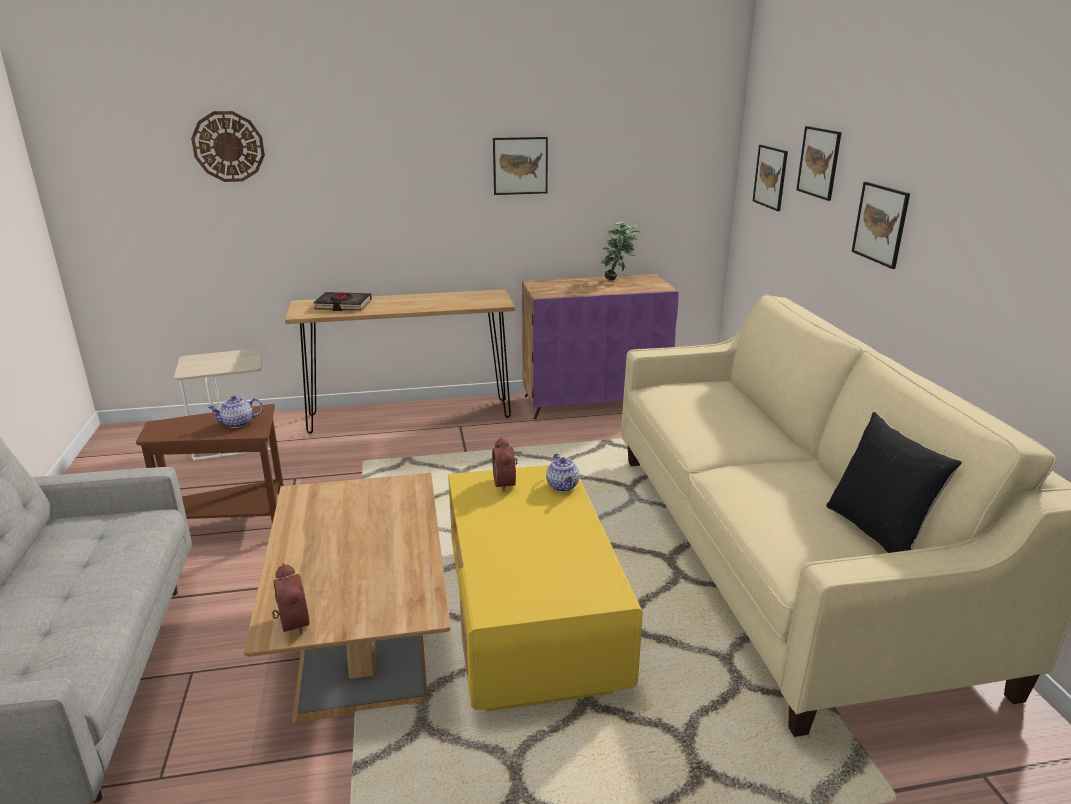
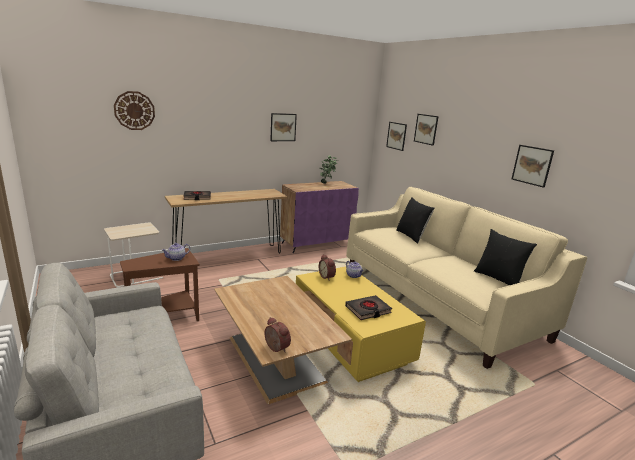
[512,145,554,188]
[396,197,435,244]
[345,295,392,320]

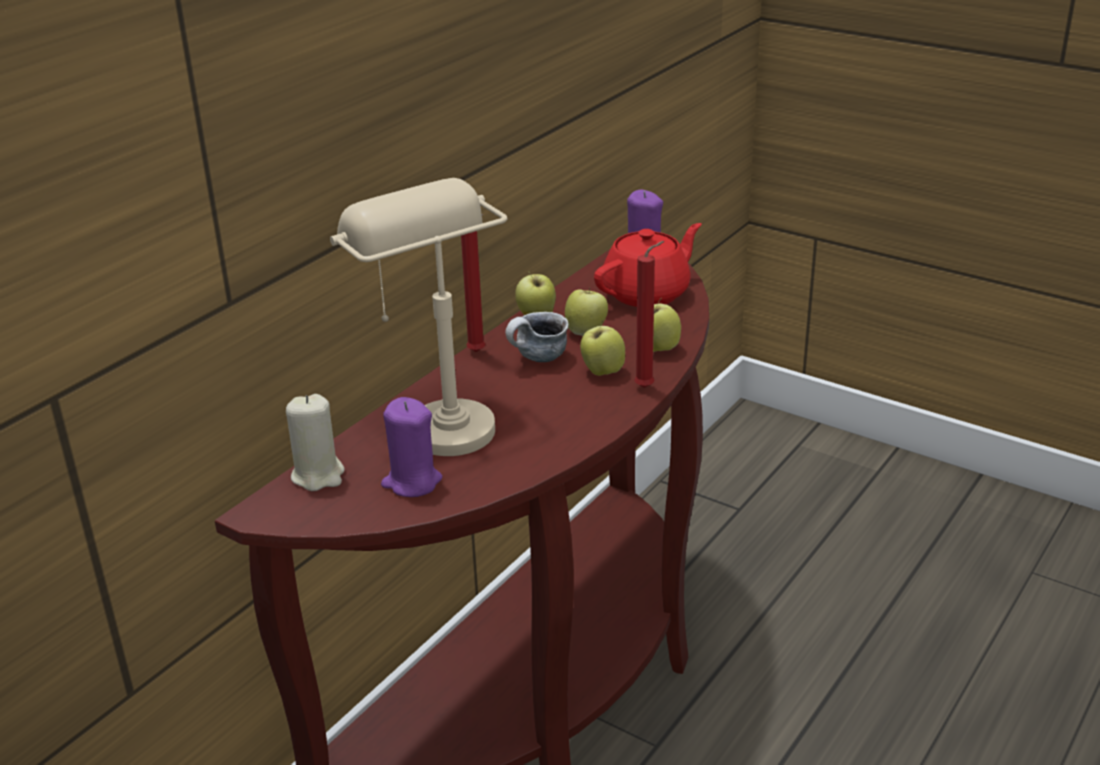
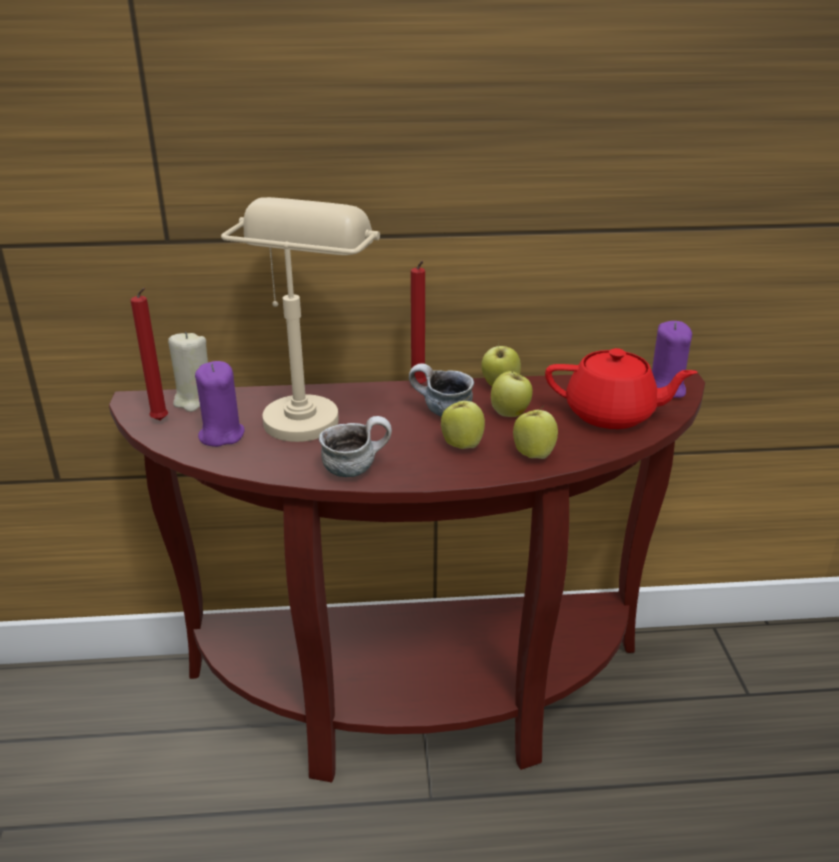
[131,288,168,420]
[319,416,392,477]

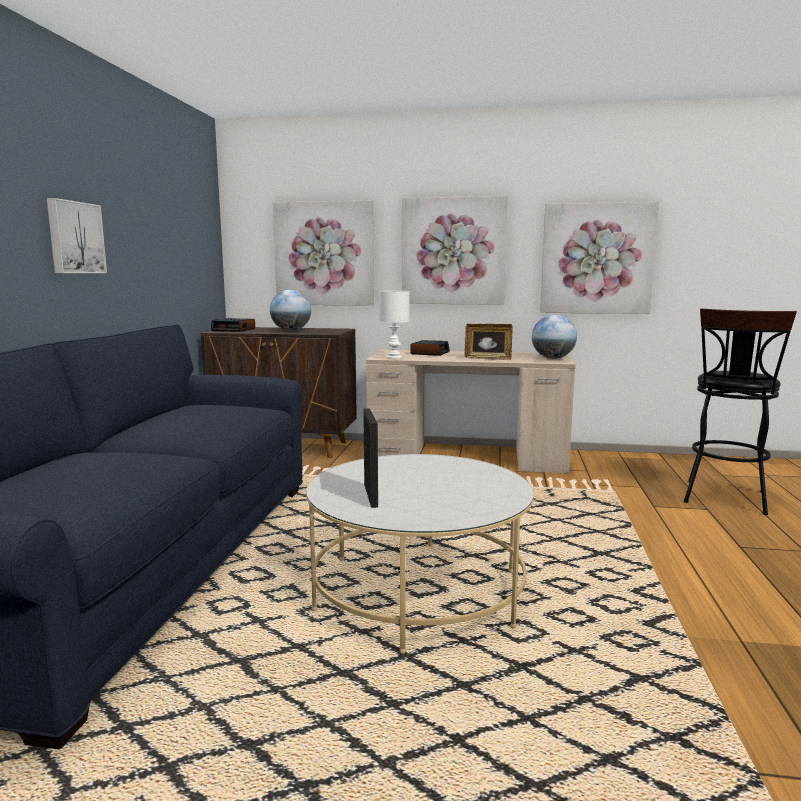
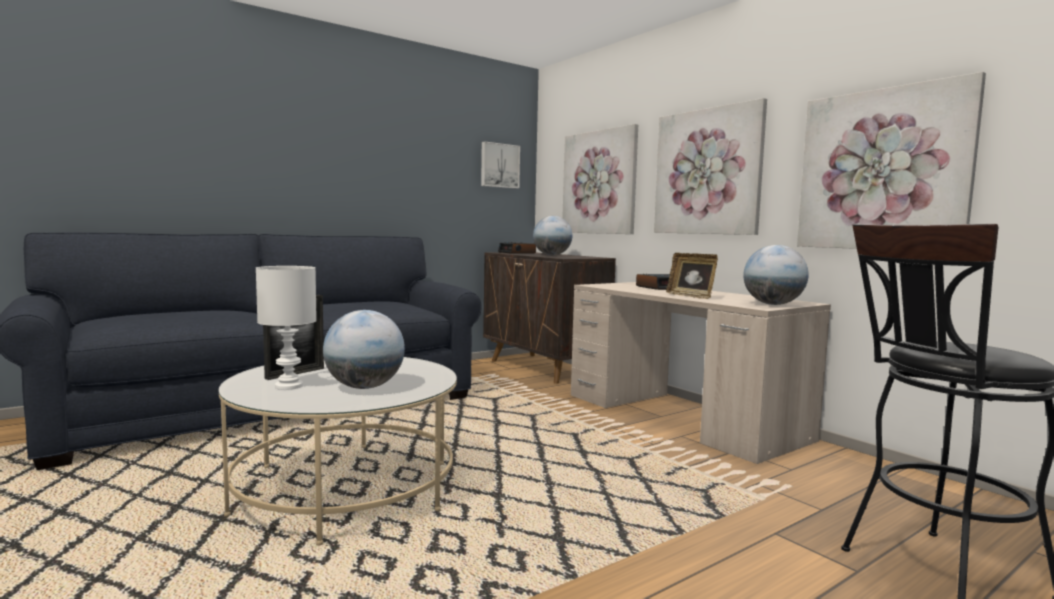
[481,141,520,189]
[256,266,317,390]
[323,310,405,389]

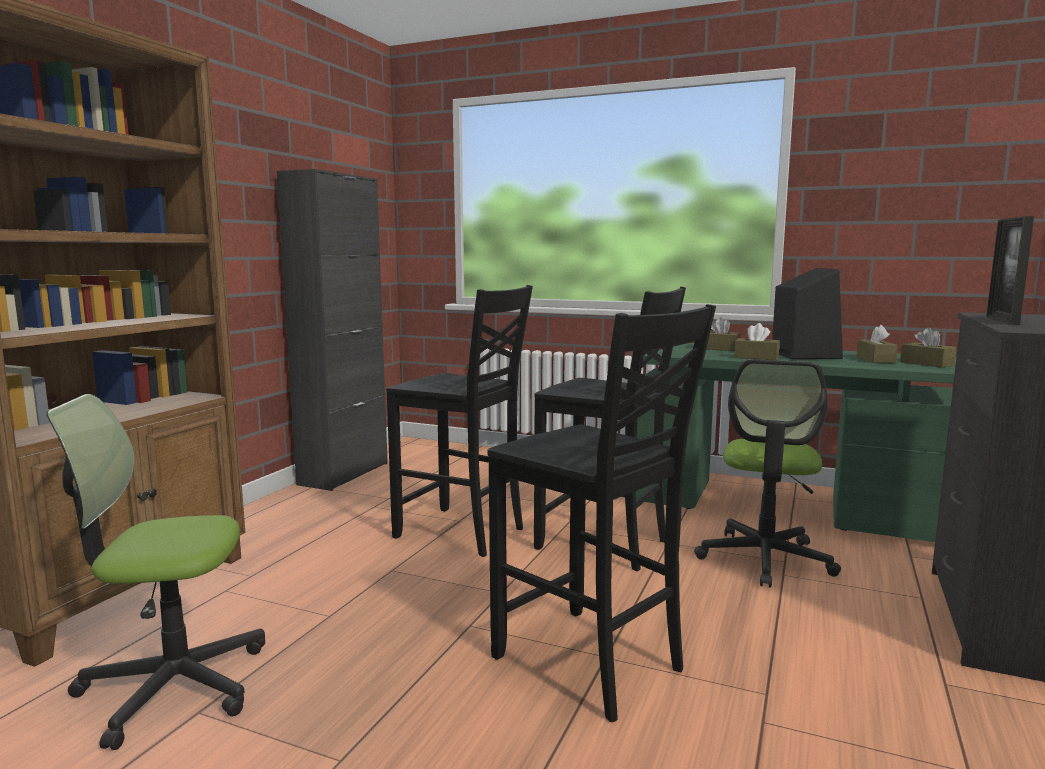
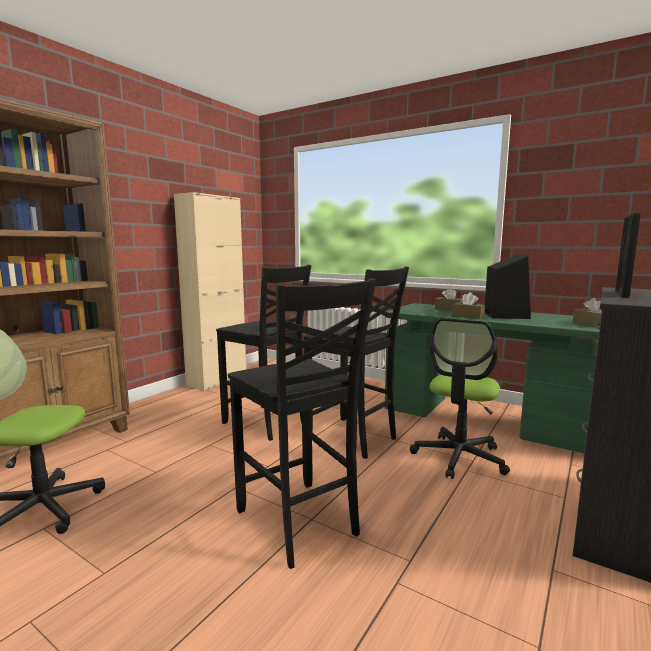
[174,192,246,390]
[857,325,898,363] (first image)

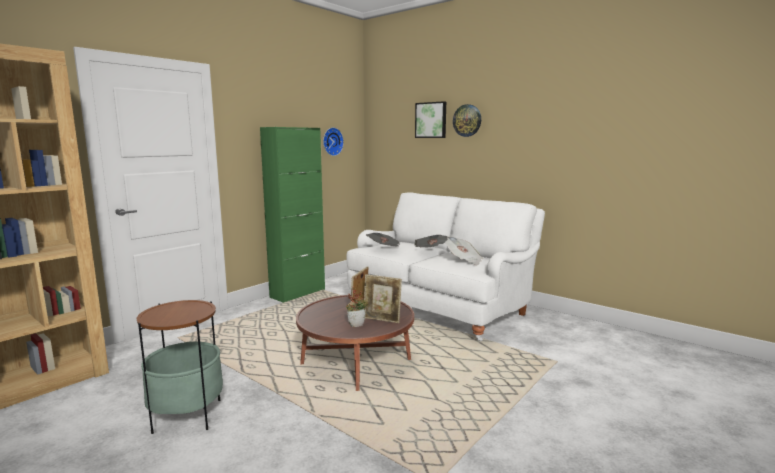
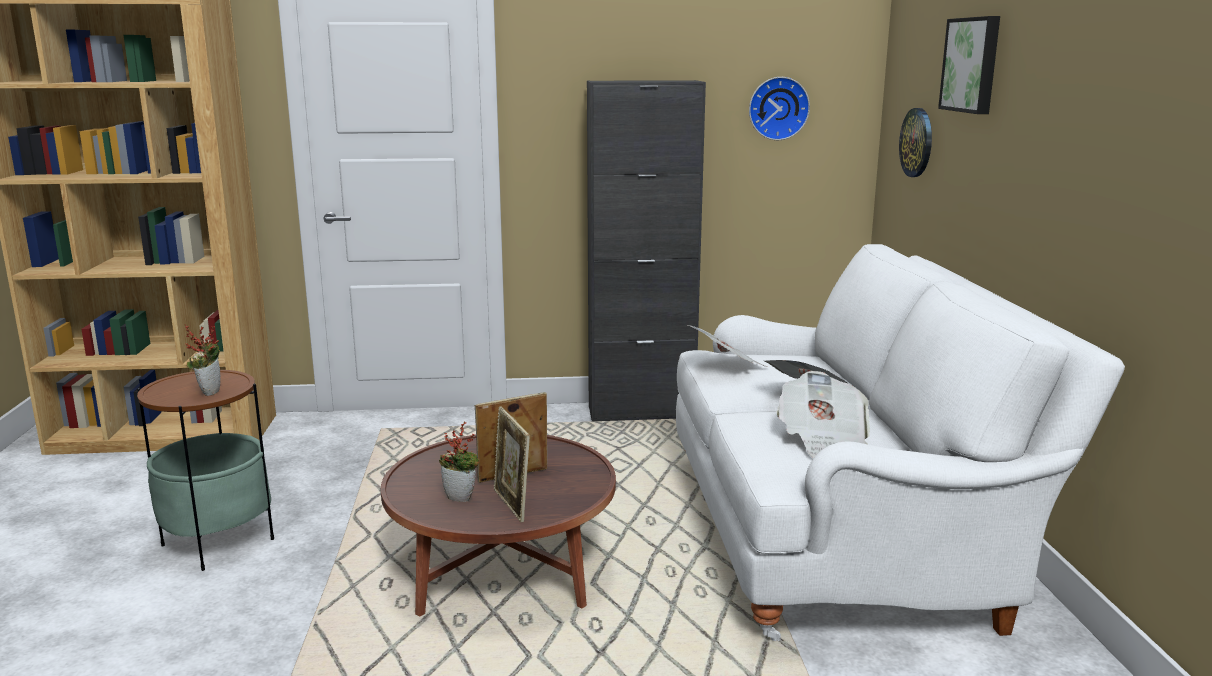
[899,108,932,177]
[587,80,706,421]
[184,324,220,396]

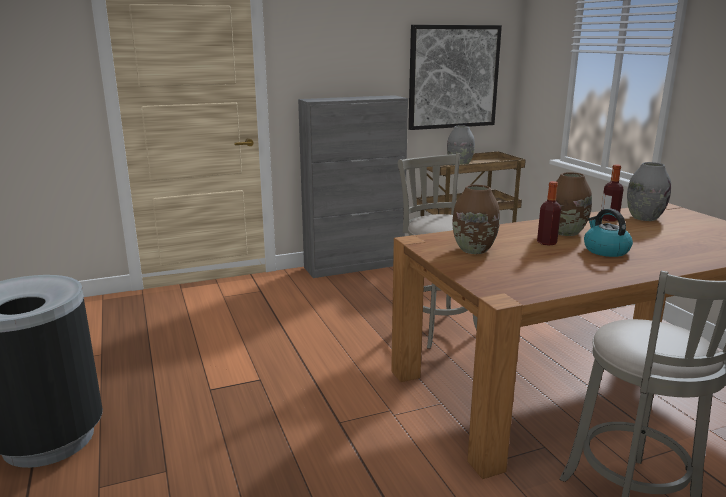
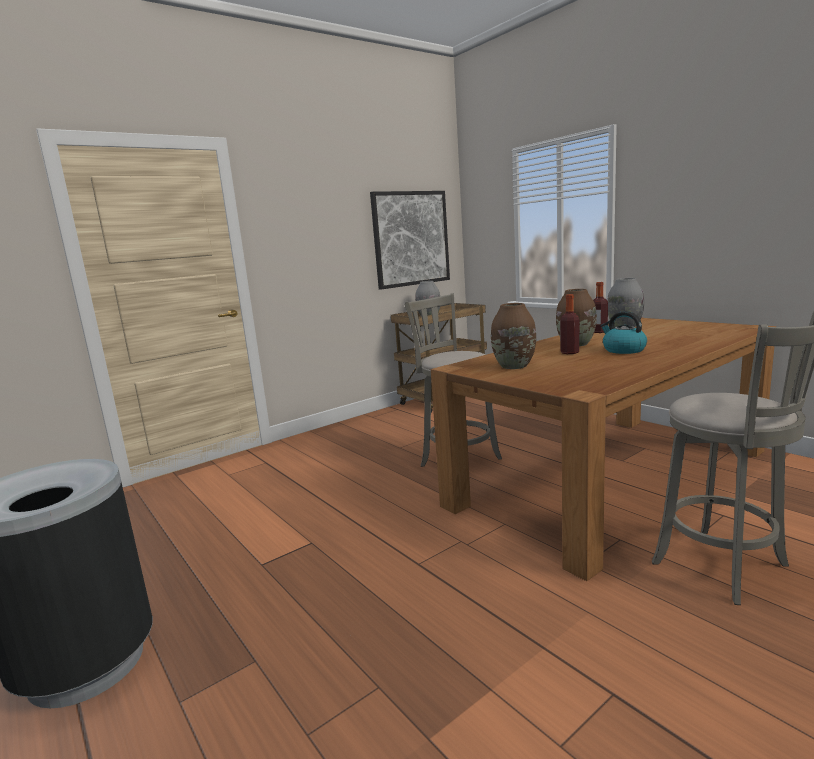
[298,95,408,278] (first image)

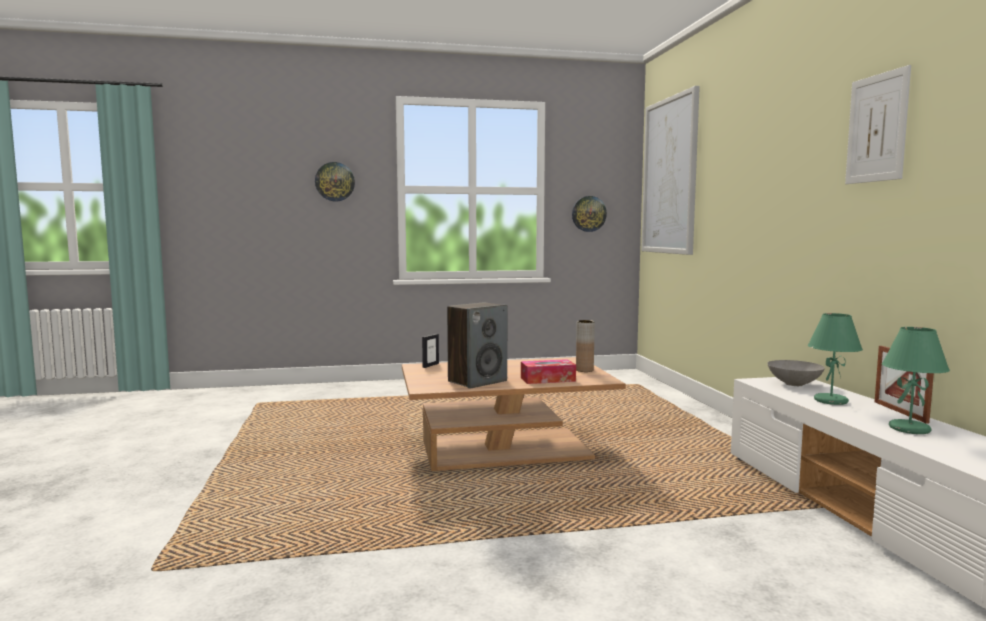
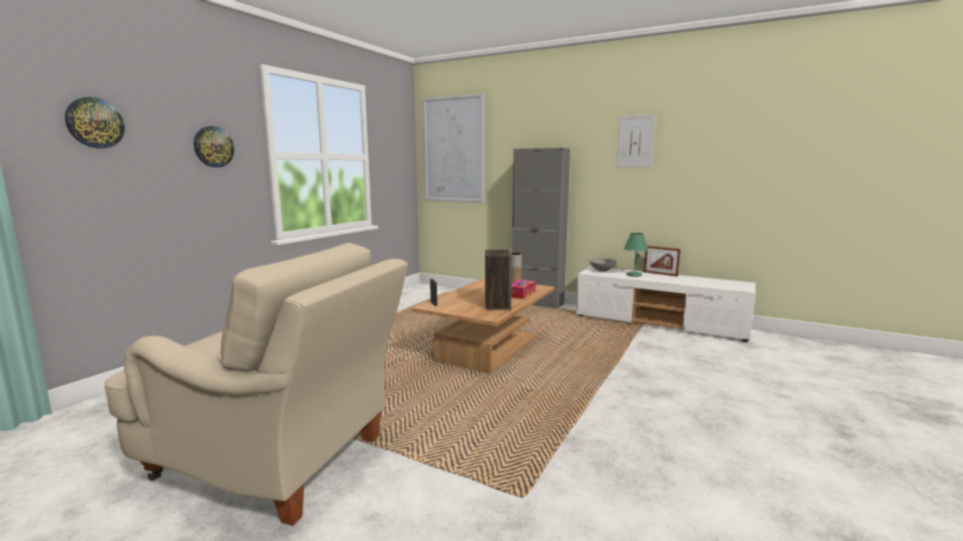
[65,97,125,148]
[882,327,950,434] (first image)
[512,148,570,309]
[104,243,408,526]

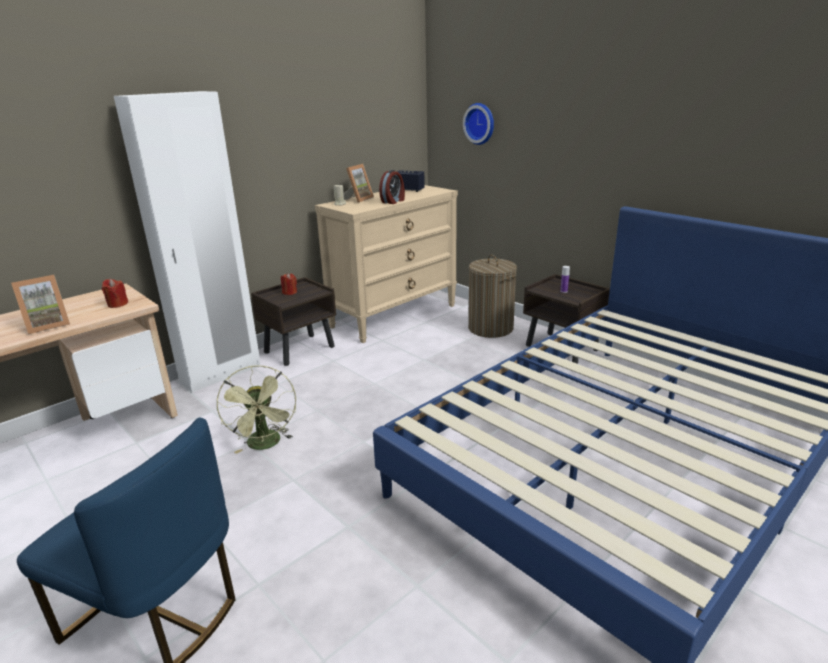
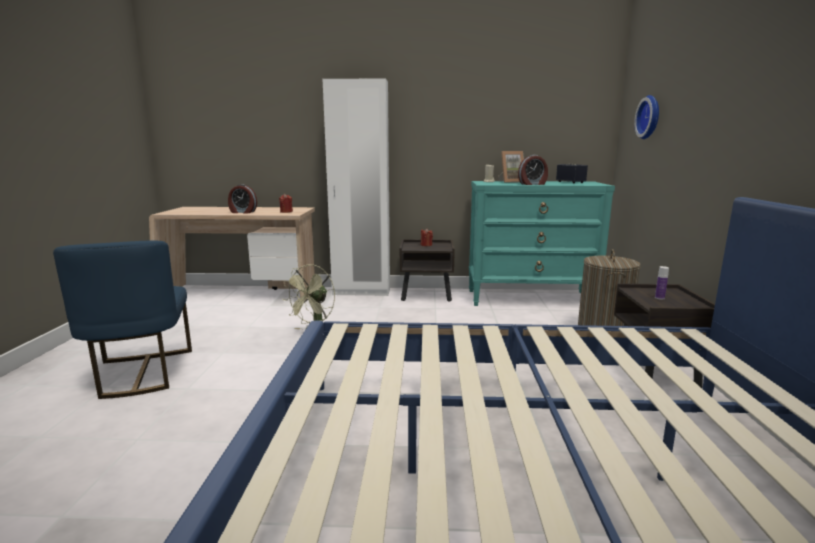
[469,181,615,306]
[228,184,257,213]

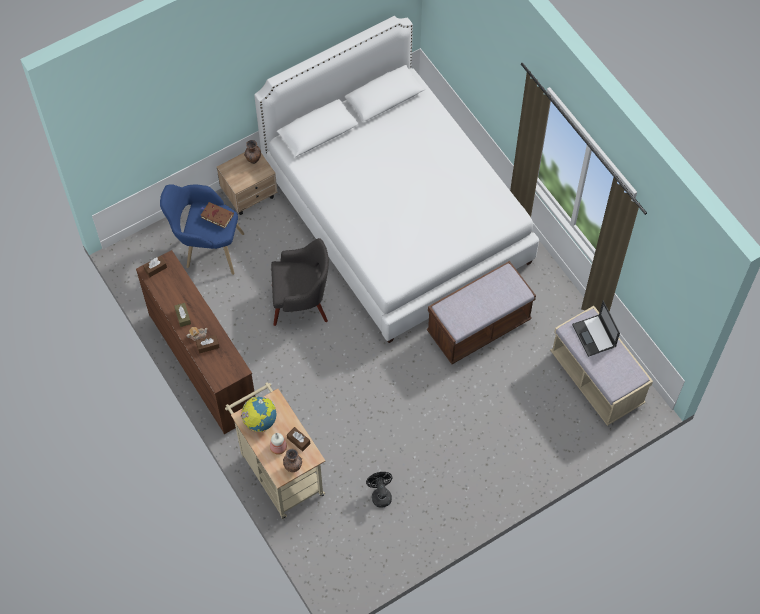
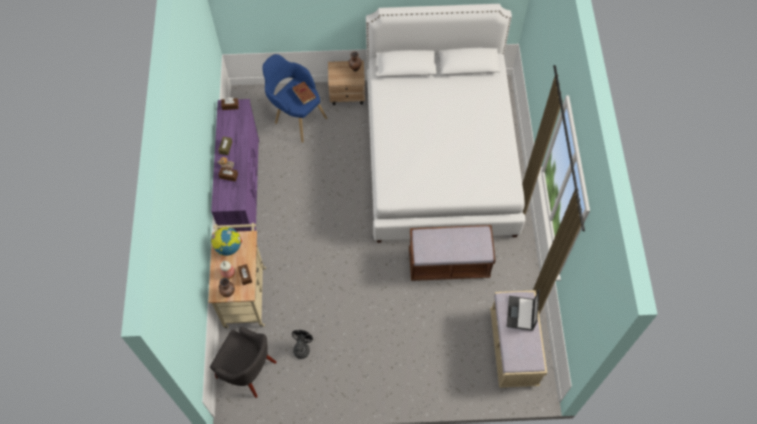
[210,327,276,398]
[211,99,259,231]

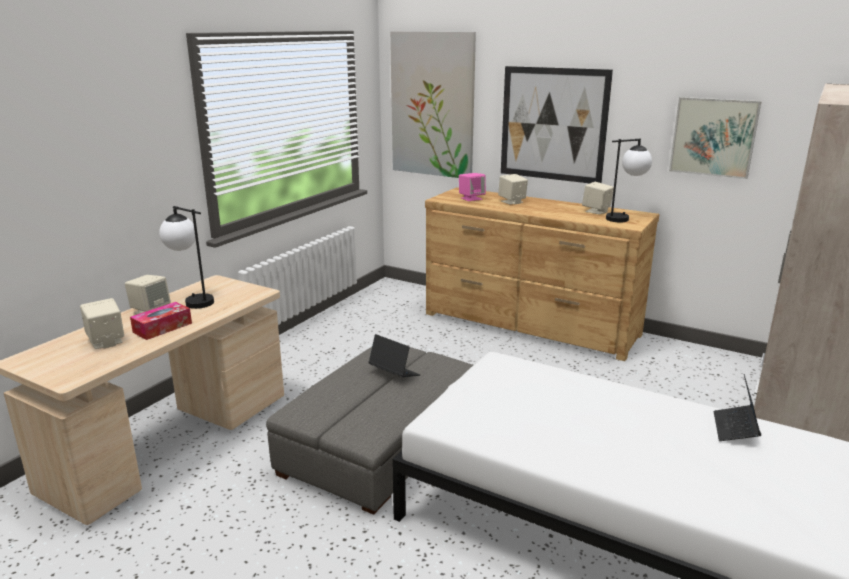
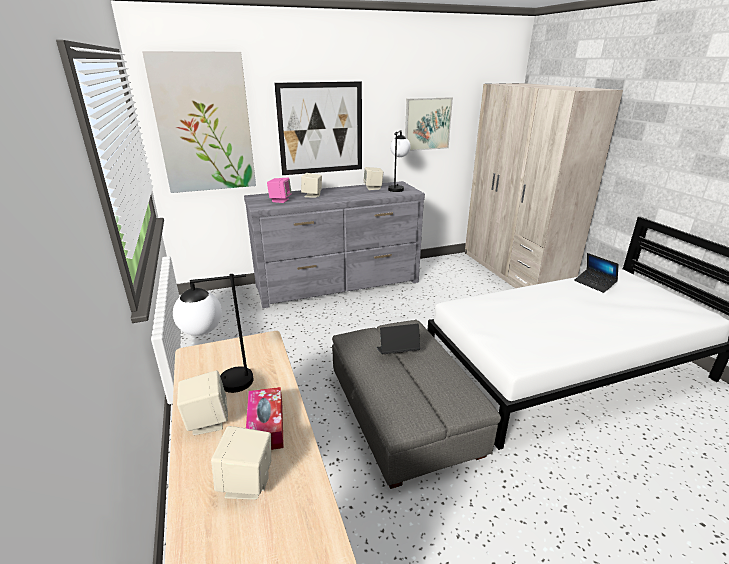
[244,181,425,308]

